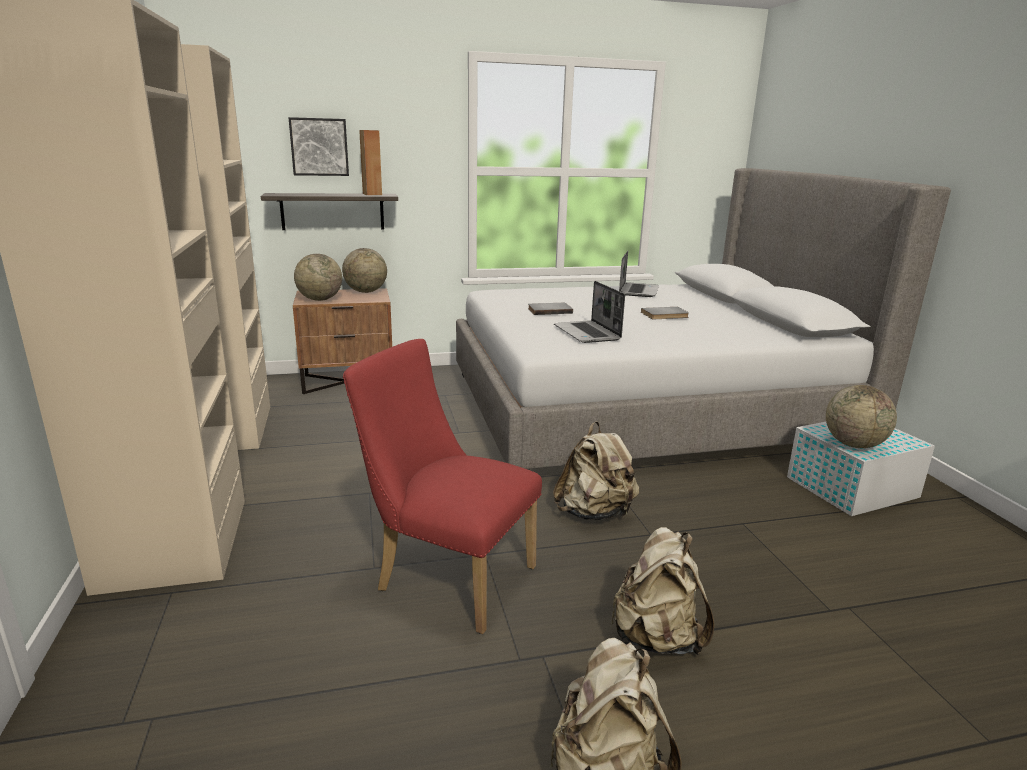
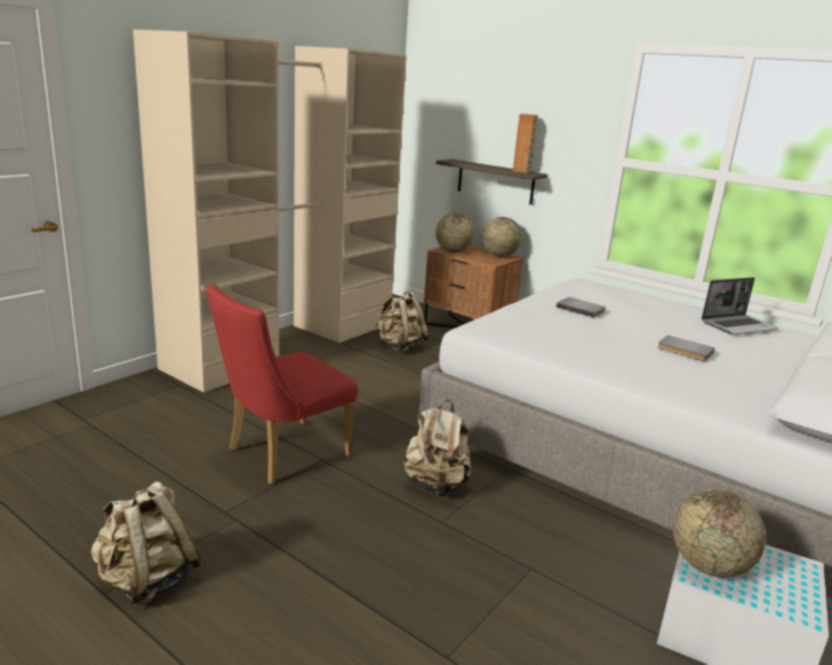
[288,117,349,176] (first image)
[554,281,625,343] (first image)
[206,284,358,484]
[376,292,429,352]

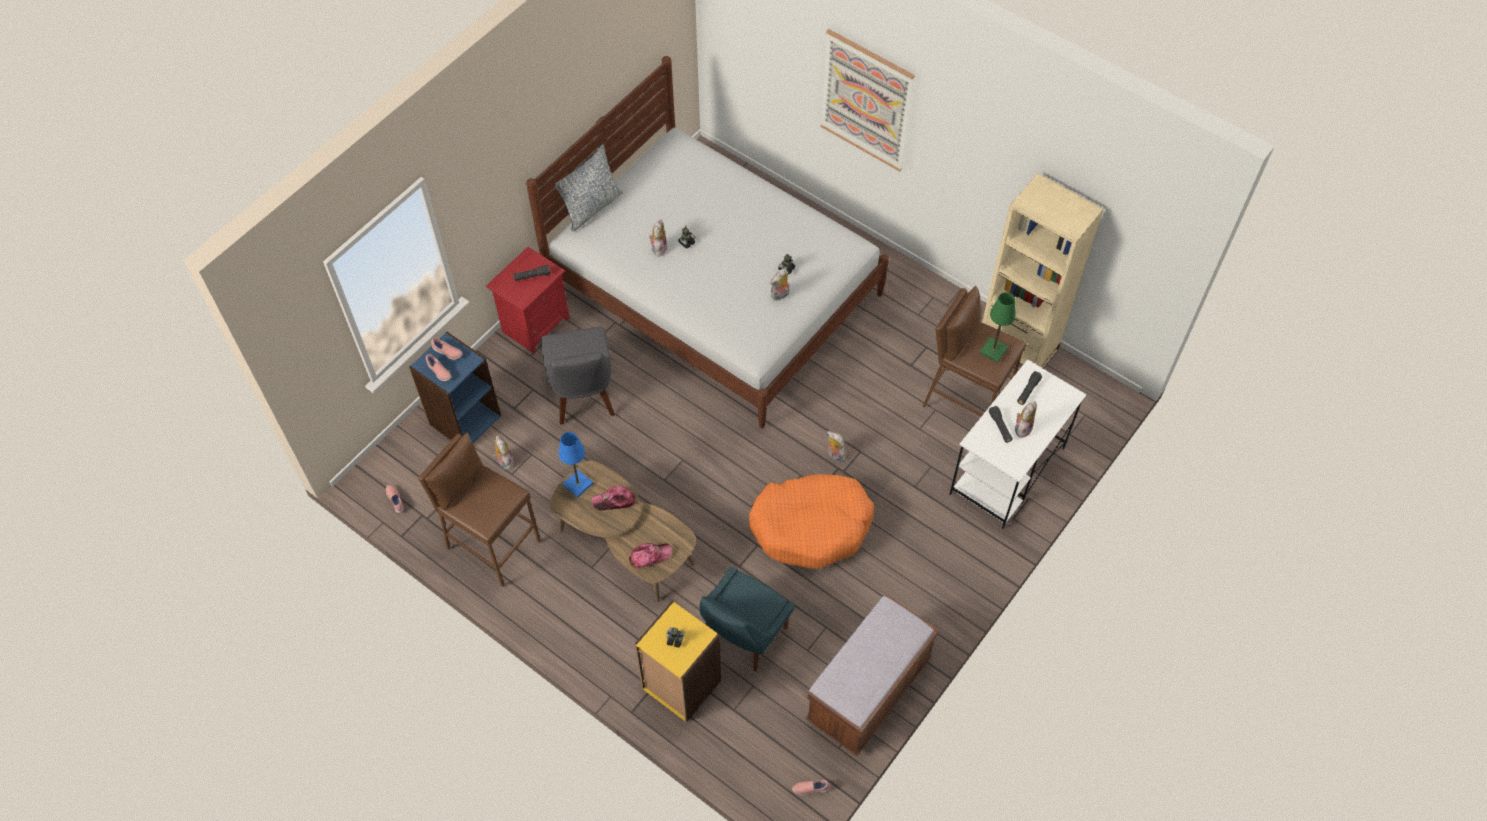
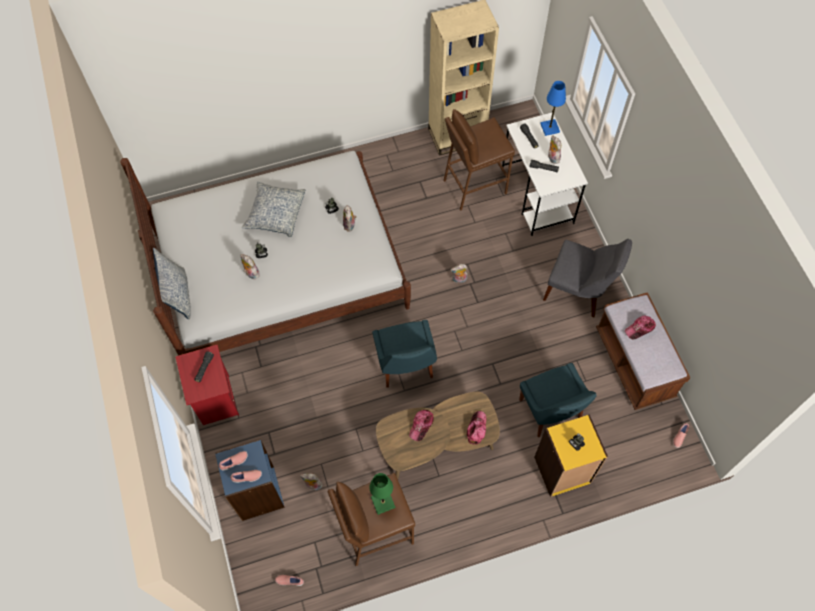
[820,29,915,172] (first image)
[370,473,395,515]
[543,239,632,317]
[540,81,566,136]
[749,474,874,569] (first image)
[242,182,305,237]
[625,316,656,340]
[372,320,437,388]

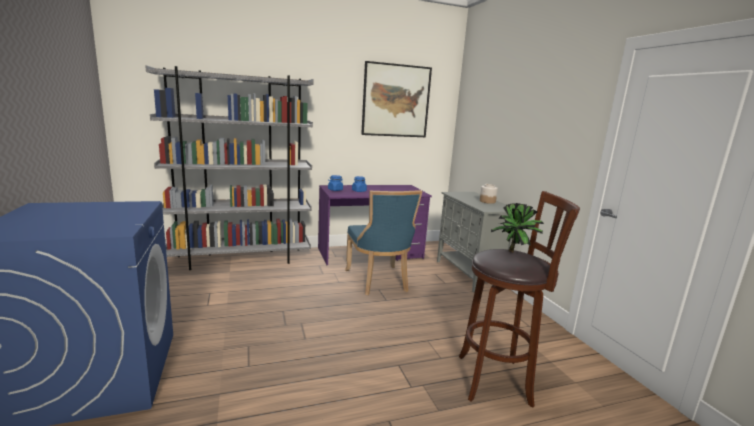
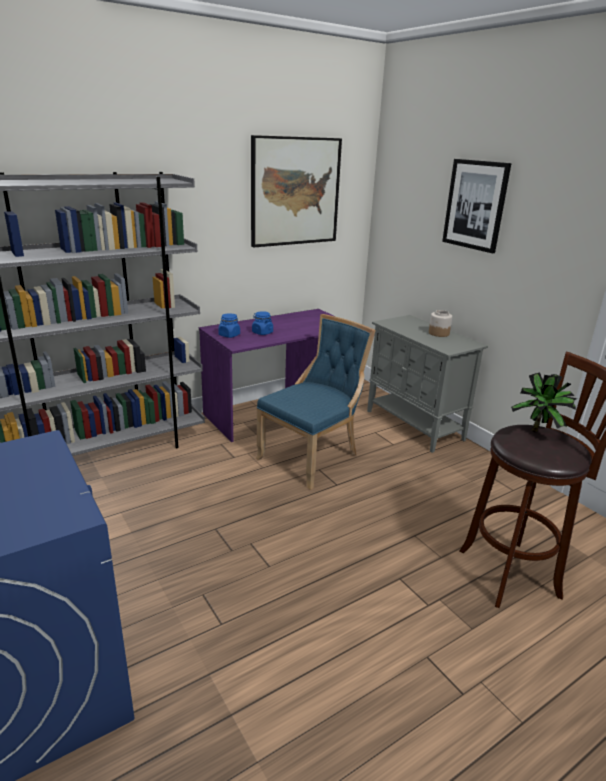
[256,314,376,490]
[442,159,511,253]

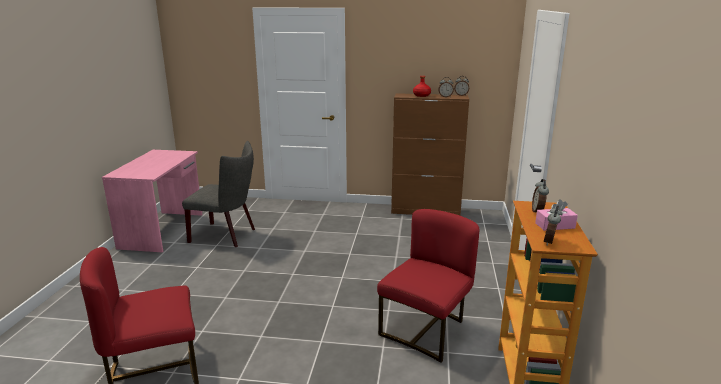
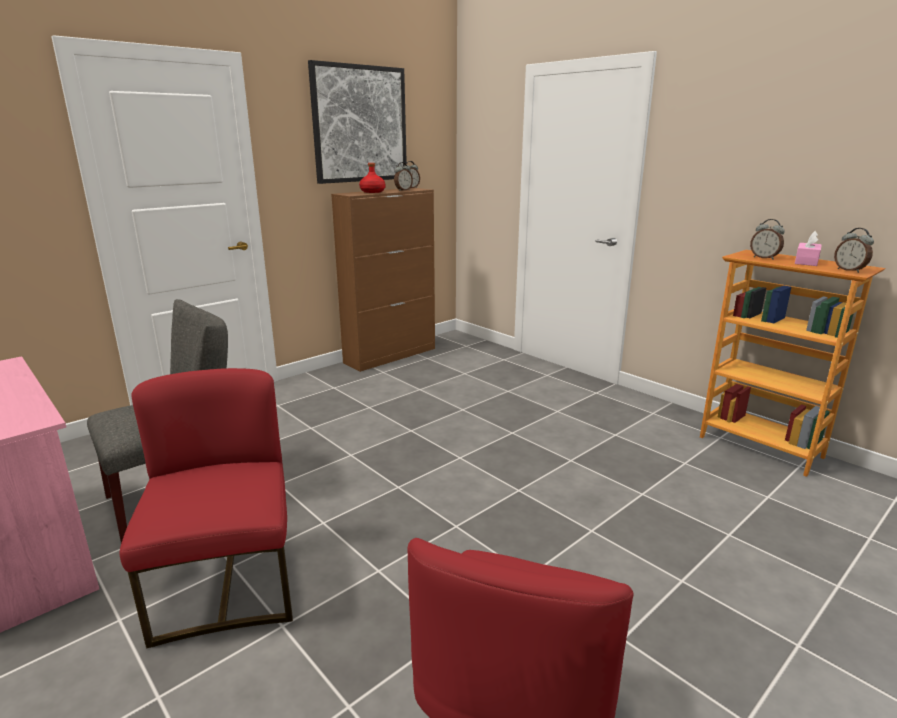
[119,368,293,648]
[308,60,407,184]

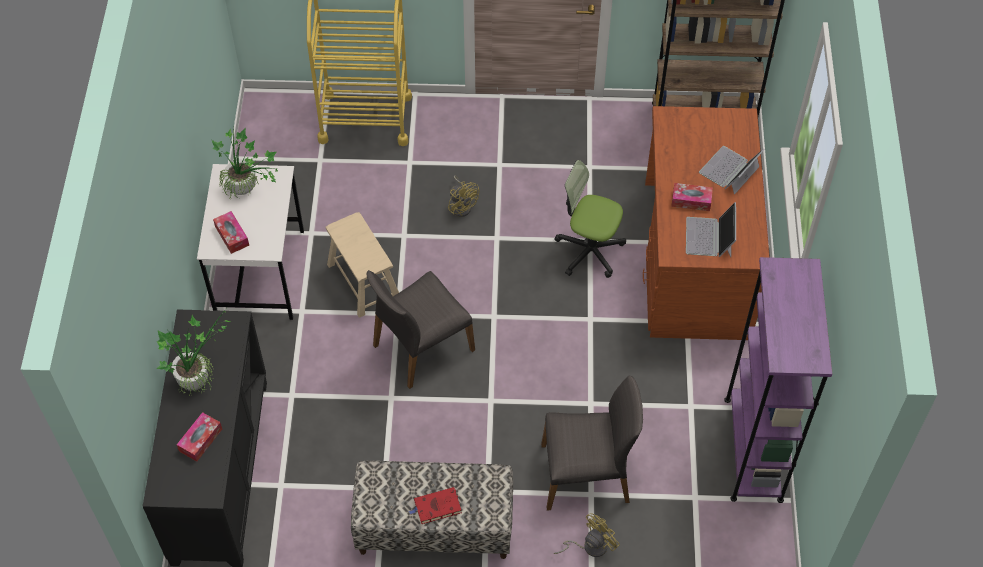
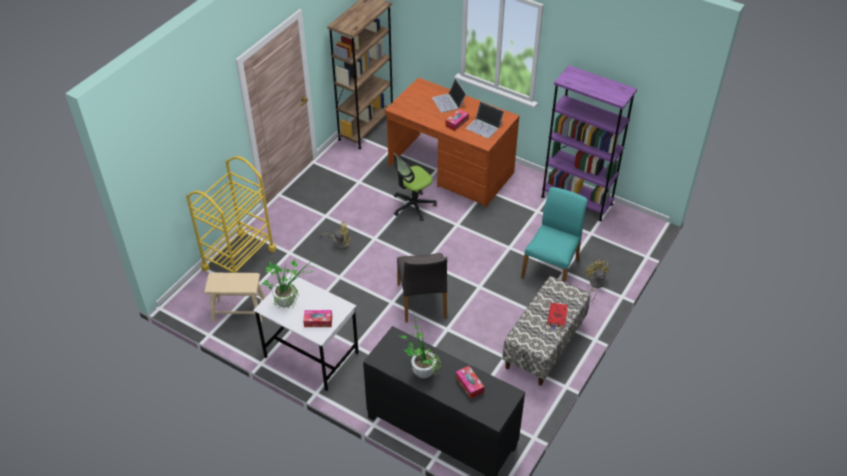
[205,272,265,322]
[521,187,588,282]

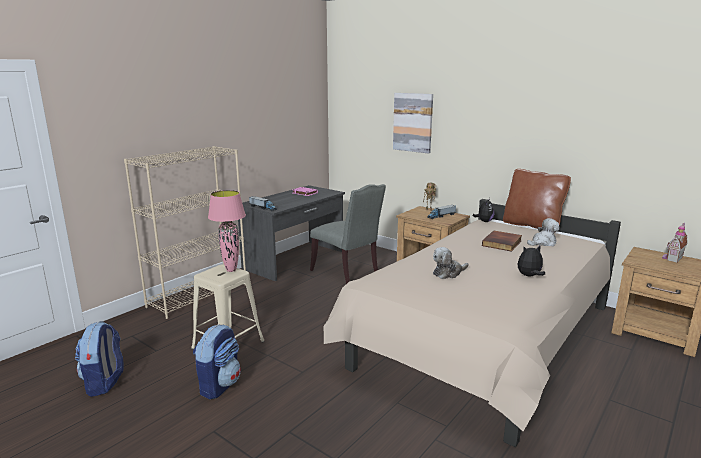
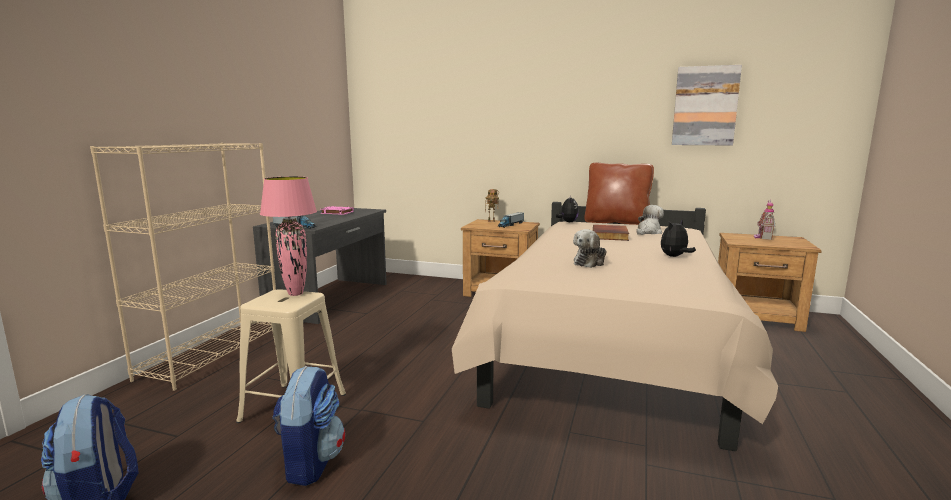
[672,65,742,146]
[310,184,386,284] (first image)

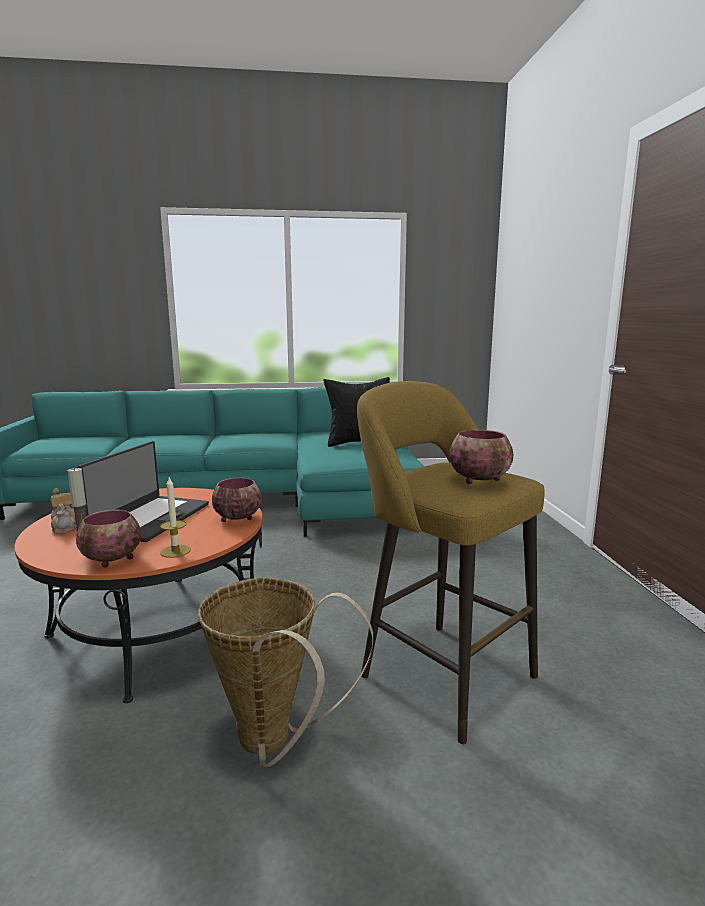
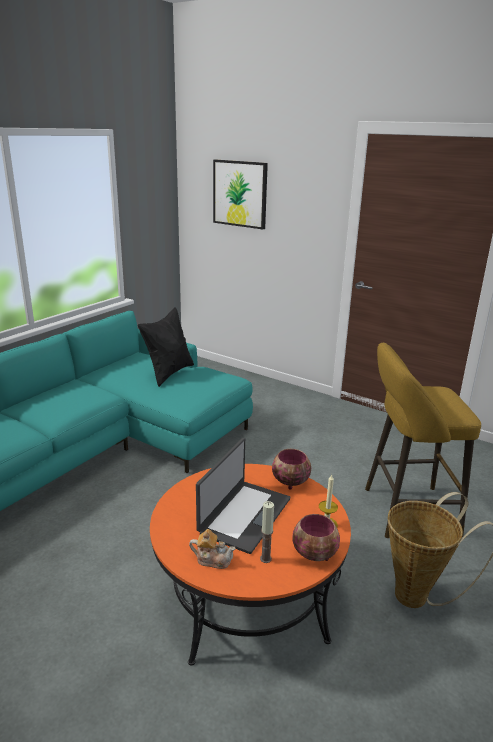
[449,430,514,484] (first image)
[196,438,290,554]
[213,160,268,229]

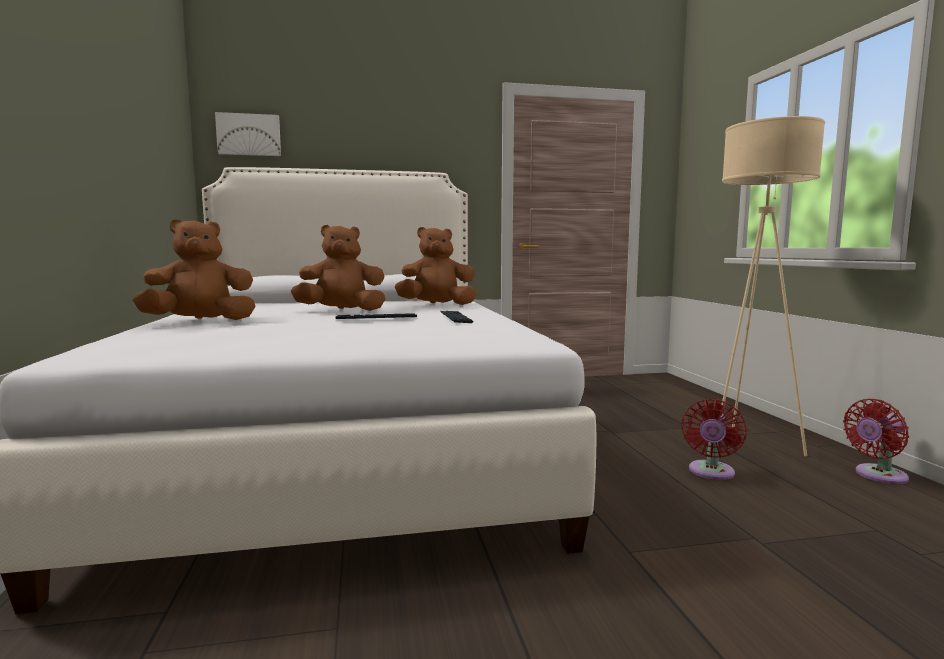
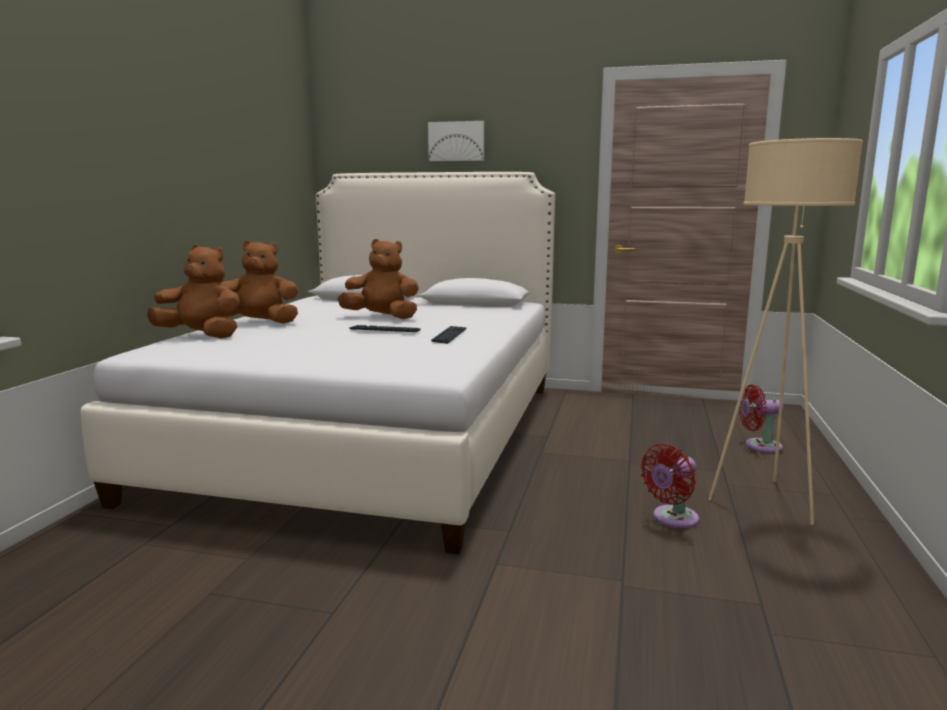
[428,121,484,161]
[147,245,240,338]
[739,384,784,453]

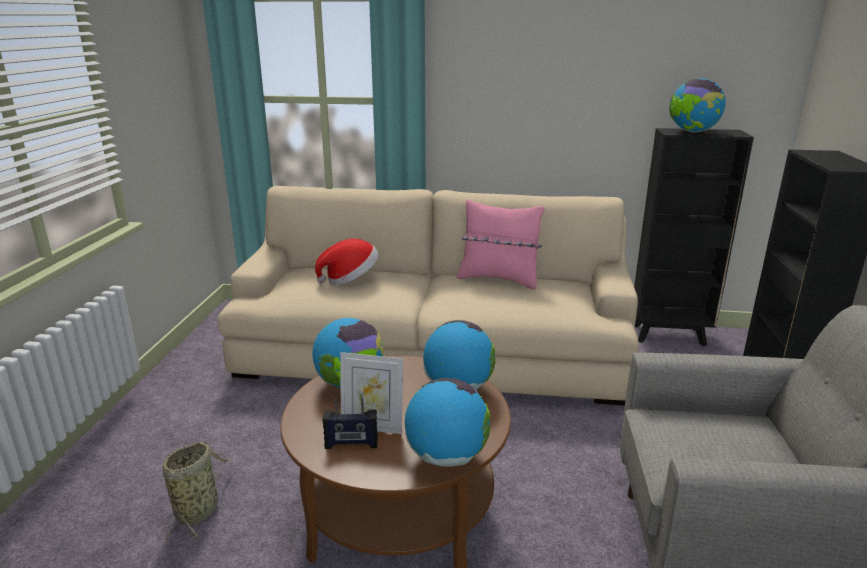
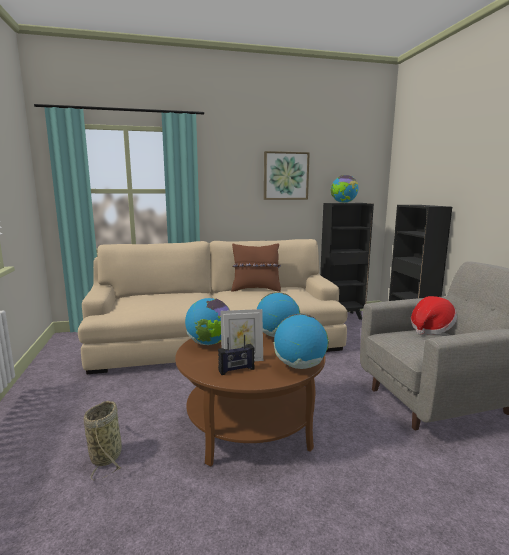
[231,244,281,292]
[411,296,457,335]
[264,151,310,200]

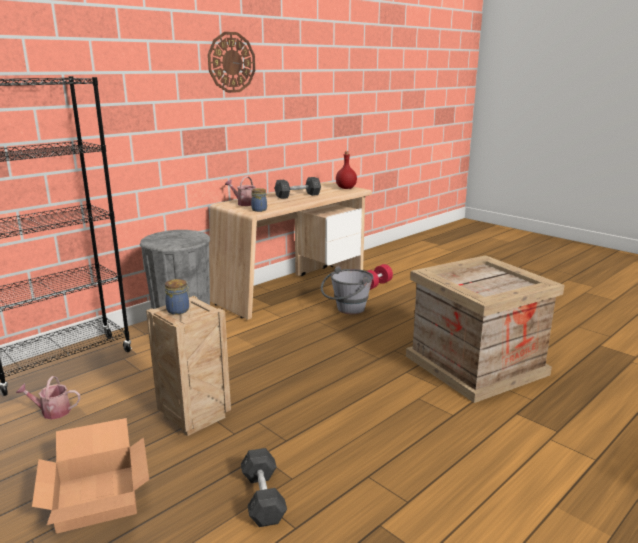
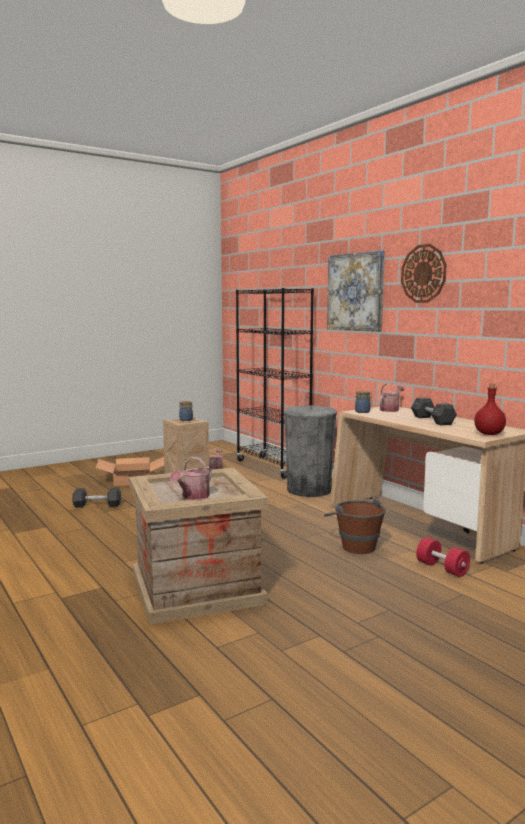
[324,498,386,554]
[327,250,385,332]
[170,457,212,500]

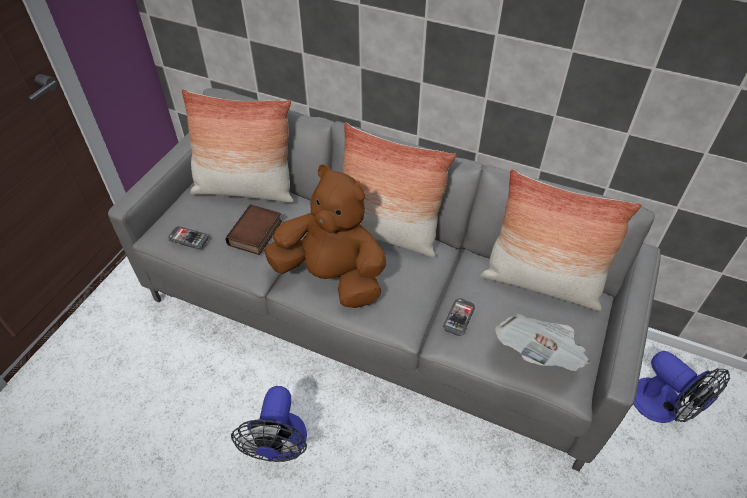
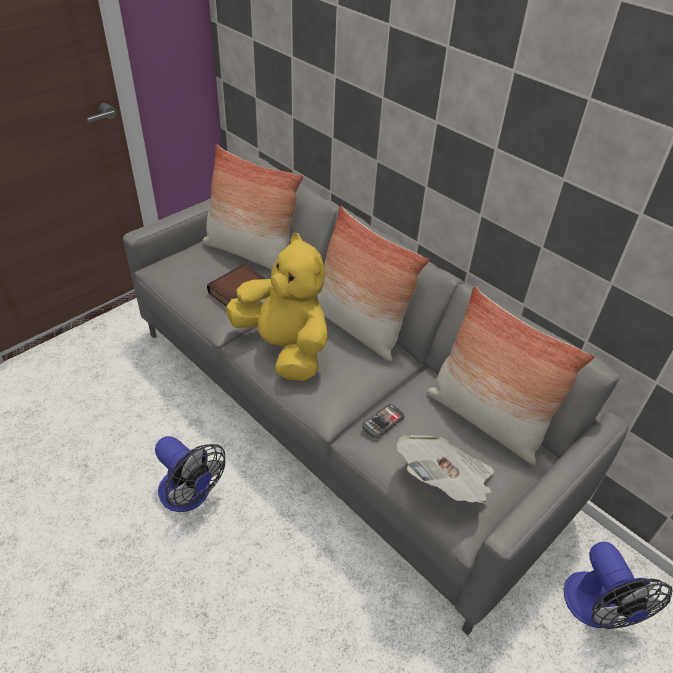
[226,232,328,381]
[168,226,209,249] (first image)
[155,436,225,512]

